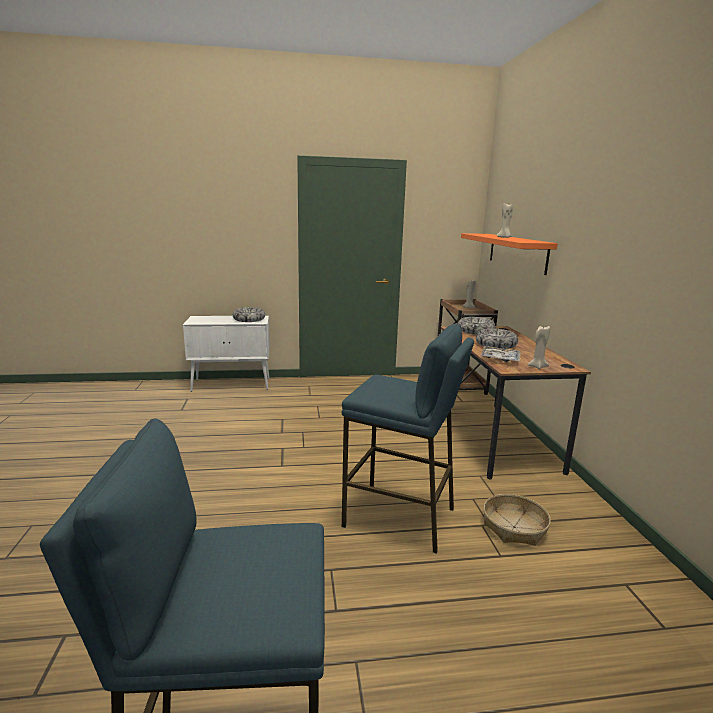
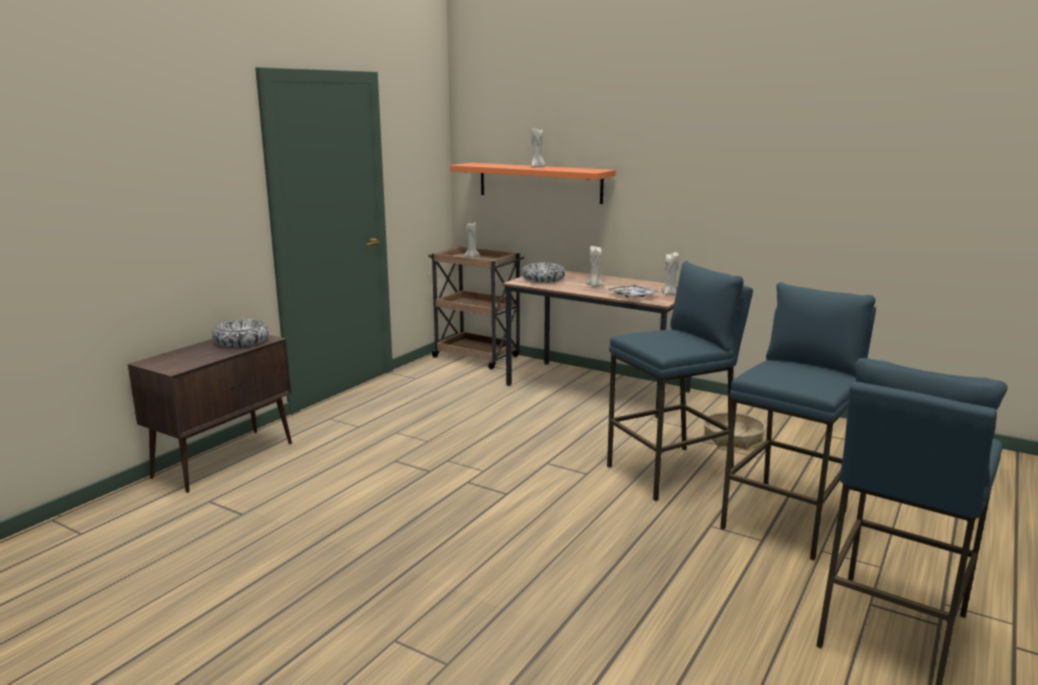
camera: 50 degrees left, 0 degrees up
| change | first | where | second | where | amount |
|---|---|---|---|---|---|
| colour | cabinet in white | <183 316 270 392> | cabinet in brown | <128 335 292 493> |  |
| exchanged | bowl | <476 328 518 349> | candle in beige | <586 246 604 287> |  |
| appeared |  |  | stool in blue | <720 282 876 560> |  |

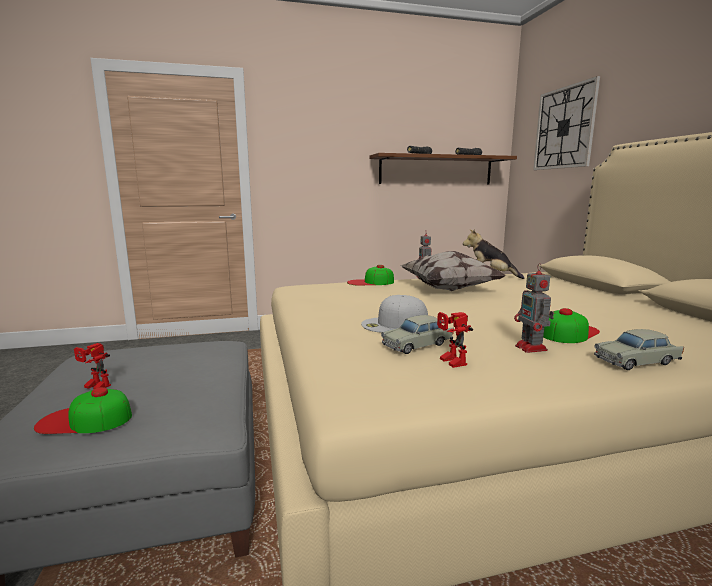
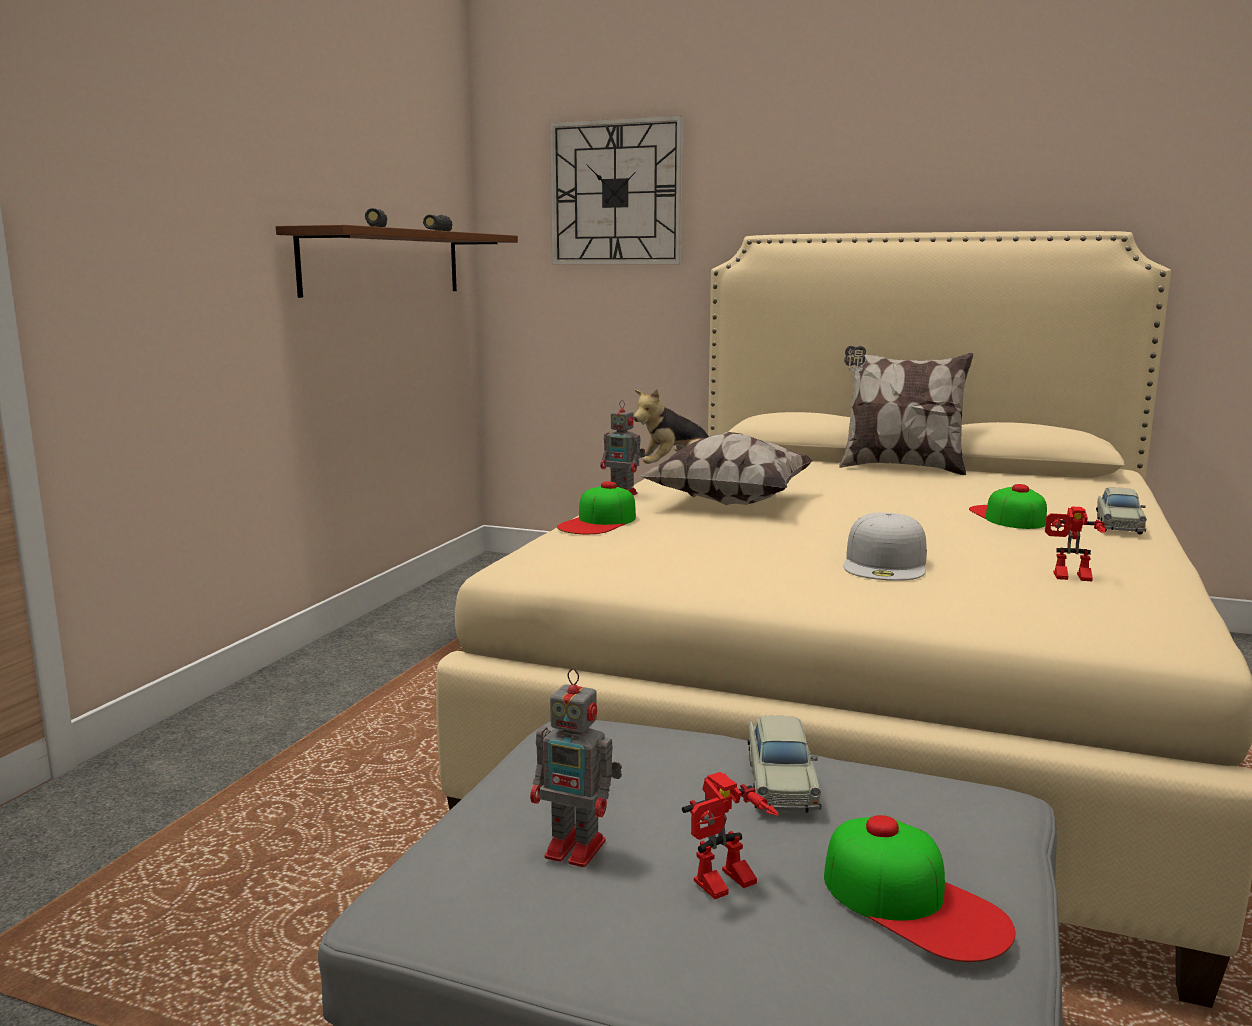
camera: 55 degrees left, 0 degrees up
| change | first | where | second | where | amount |
|---|---|---|---|---|---|
| relocated | toy robot | <514 263 554 353> |  | <530 668 622 867> |  |
| relocated | toy car in beige | <381 315 454 354> |  | <748 716 821 813> |  |
| spun | cap | <34 387 132 434> |  | <824 815 1015 962> | 75 degrees counterclockwise |
| appeared |  |  | pillow | <839 346 973 475> |  |

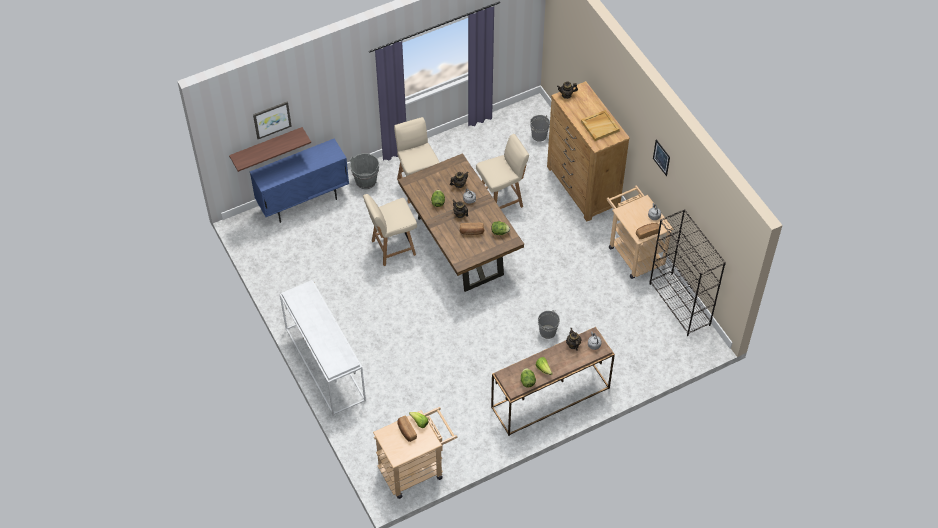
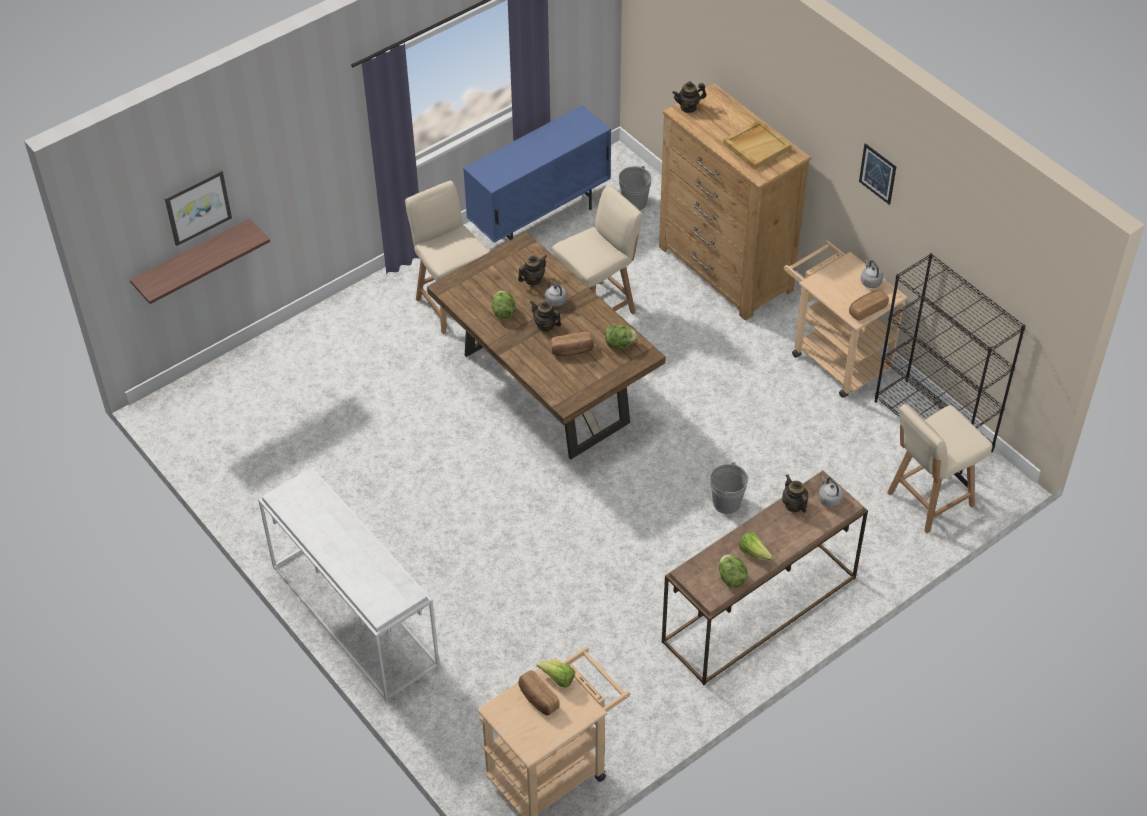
camera: 10 degrees left, 5 degrees down
| change | first | where | second | where | amount |
|---|---|---|---|---|---|
| relocated | cabinet in blue | <250 138 349 223> |  | <463 105 611 243> |  |
| relocated | chair in beige | <363 194 417 266> |  | <887 404 992 534> |  |
| missing | bucket in grey | <350 153 379 189> |  |  |  |

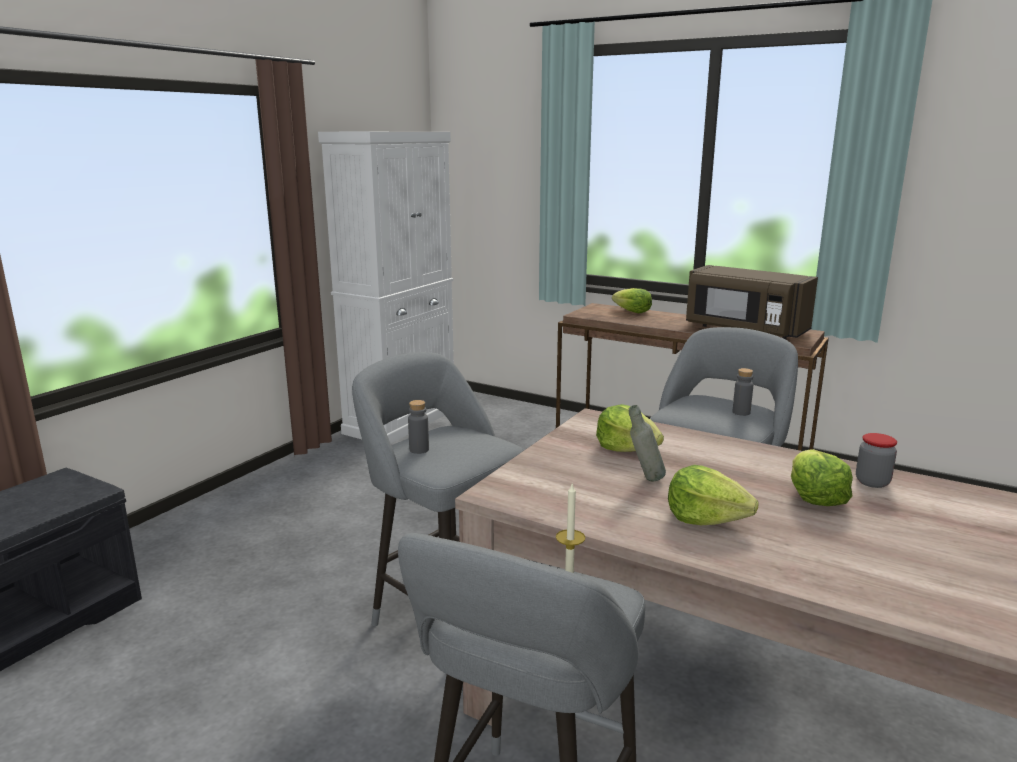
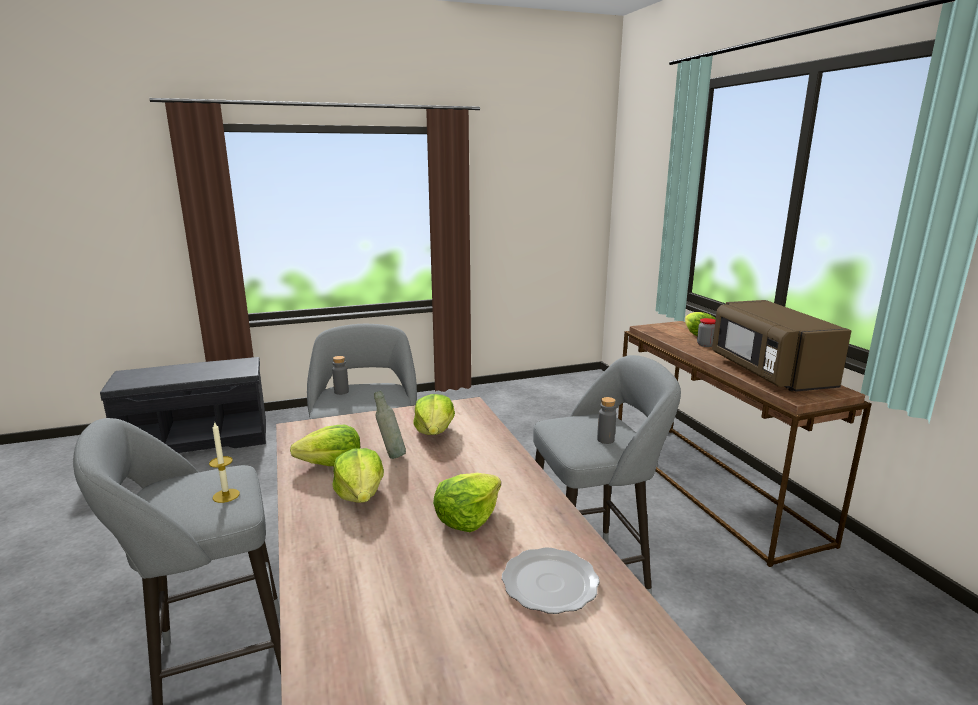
camera: 40 degrees right, 0 degrees up
| change | first | where | second | where | amount |
|---|---|---|---|---|---|
| appeared |  |  | lettuce | <290 425 360 466> |  |
| appeared |  |  | plate | <502 547 600 614> |  |
| relocated | jar | <856 433 897 488> |  | <697 318 716 347> |  |
| missing | cabinet in white | <318 132 454 444> |  |  |  |

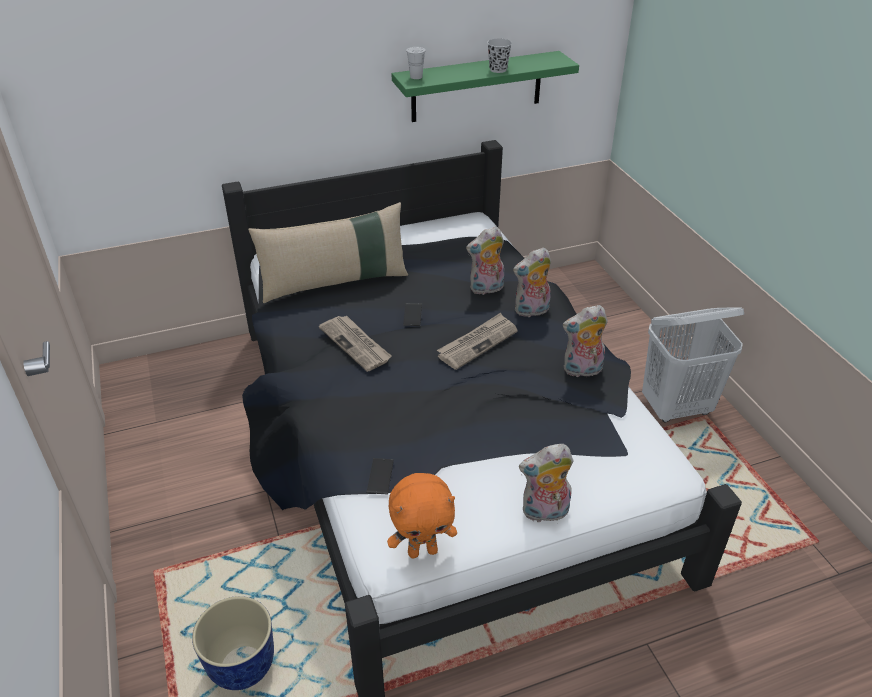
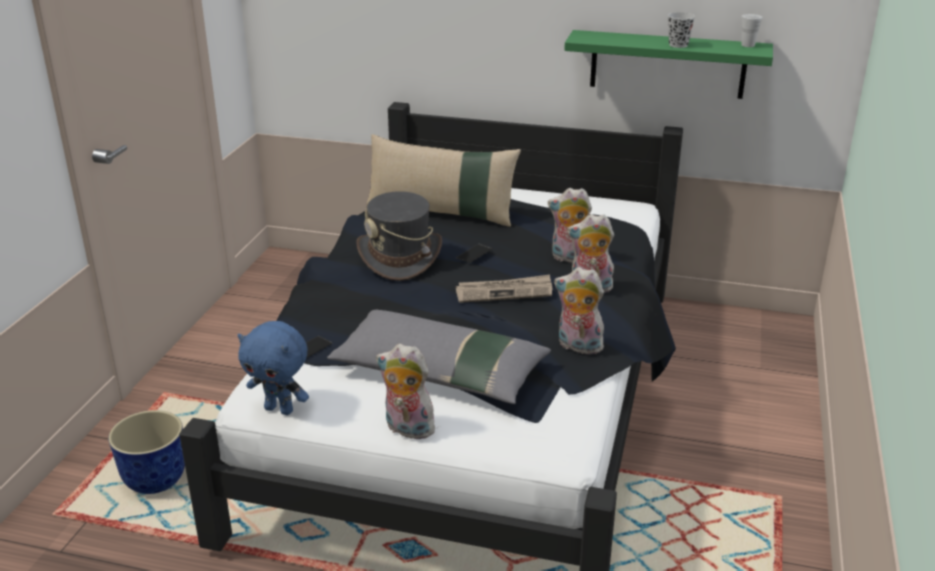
camera: 35 degrees right, 10 degrees down
| change | first | where | second | where | amount |
|---|---|---|---|---|---|
| colour | plush toy in orange | <387 473 457 558> | plush toy in blue | <238 321 309 415> |  |
| appeared |  |  | pillow in grey | <327 310 551 404> |  |
| exchanged | newspaper | <319 316 392 372> | hat in grey | <356 191 442 281> |  |
| relocated | cup in white | <406 47 426 79> |  | <741 14 763 47> |  |
| missing | laundry basket in white | <642 307 744 422> |  |  |  |

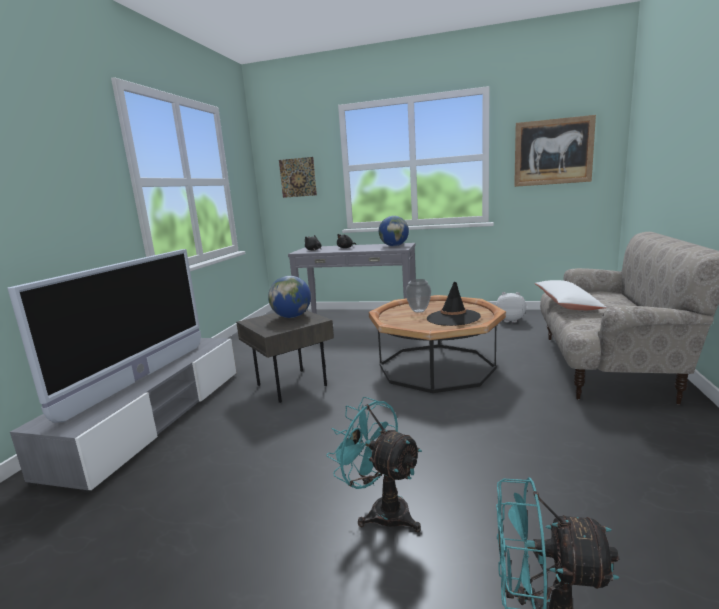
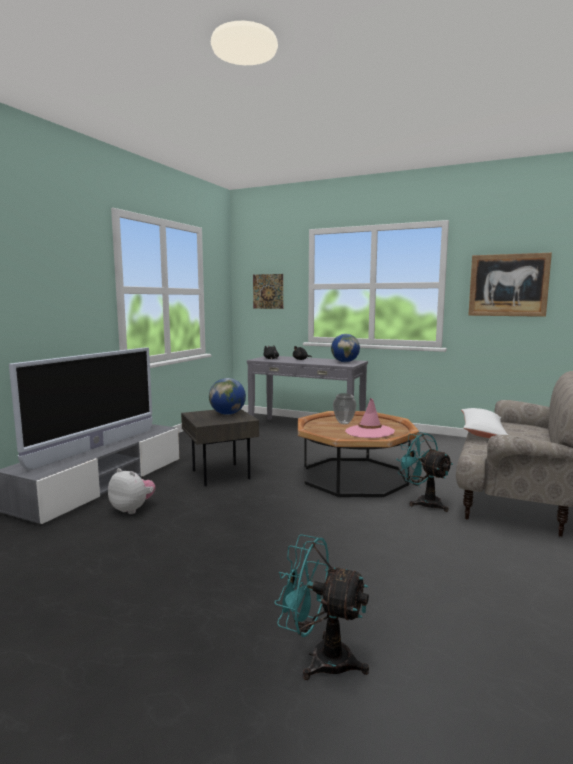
camera: 10 degrees right, 5 degrees down
| change | first | where | second | where | amount |
|---|---|---|---|---|---|
| relocated | plush toy | <496 292 526 323> |  | <108 468 156 514> |  |
| colour | hat in black | <427 281 481 326> | hat in pink | <345 398 395 438> |  |
| relocated | fan in turquoise | <327 397 422 532> |  | <396 432 453 512> |  |

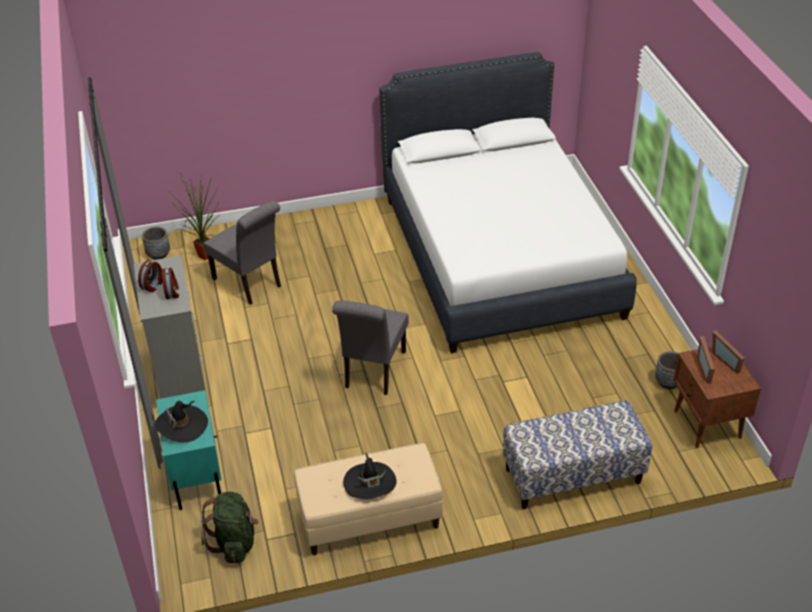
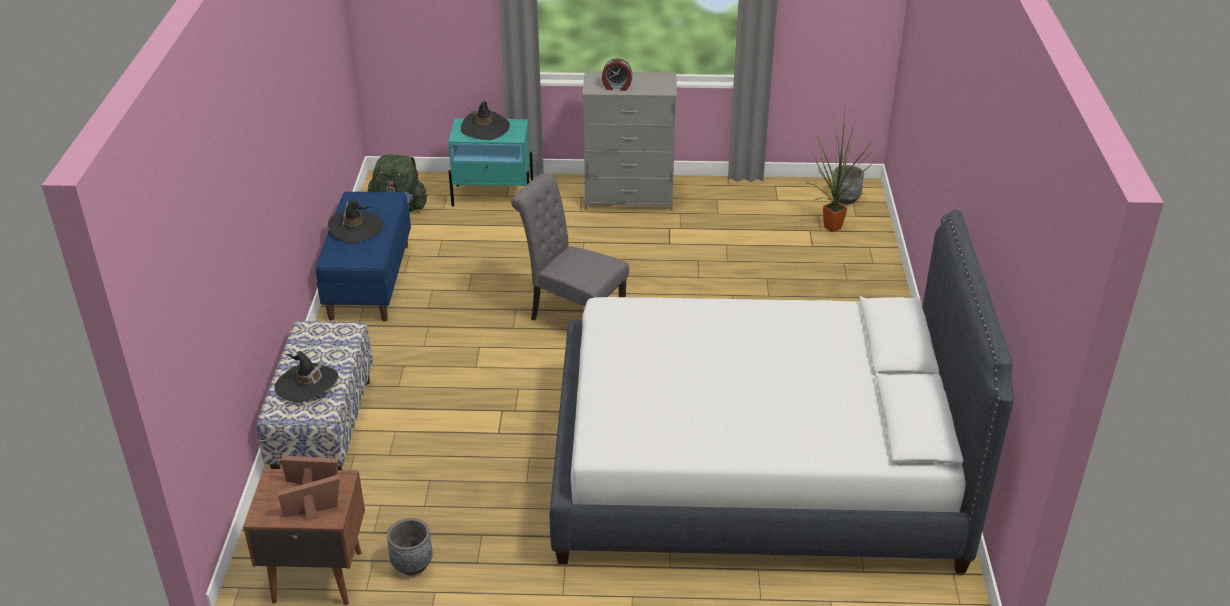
camera: 105 degrees right, 5 degrees down
| change | first | where | second | where | amount |
|---|---|---|---|---|---|
| appeared |  |  | hat in black | <275 351 338 402> |  |
| colour | bench in beige | <294 443 443 555> | bench in blue | <316 192 411 321> |  |
| missing | alarm clock | <138 260 163 292> |  |  |  |
| missing | chair in grey | <203 201 281 305> |  |  |  |

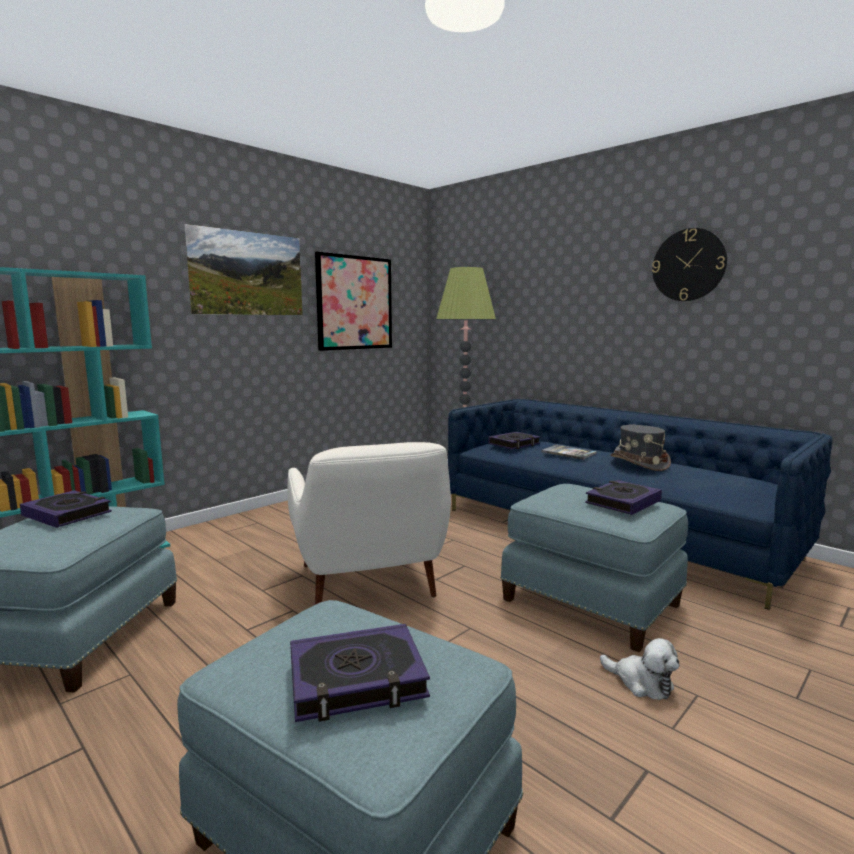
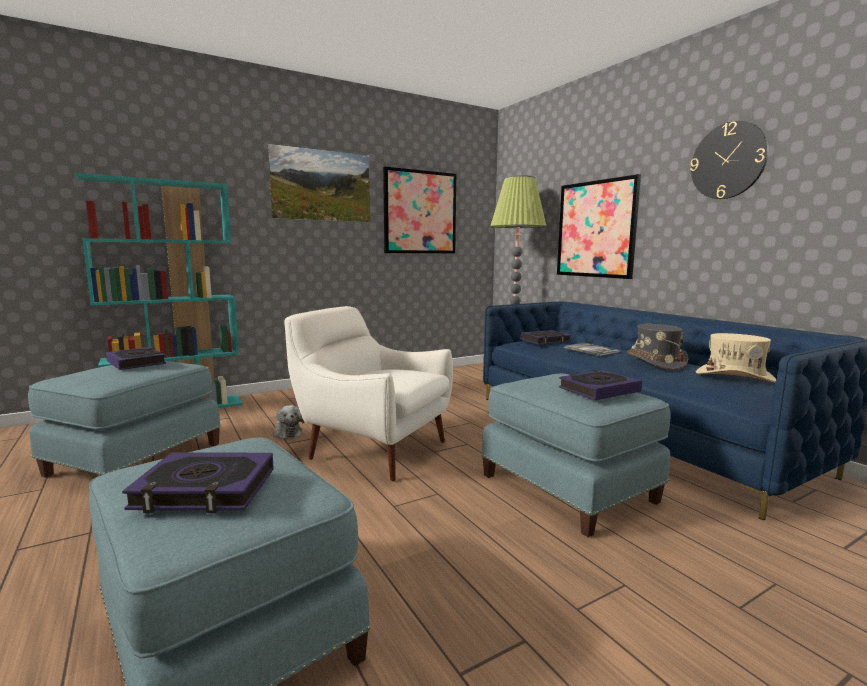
camera: 15 degrees right, 0 degrees up
| change | first | where | second | where | amount |
|---|---|---|---|---|---|
| relocated | plush toy | <600 638 679 700> |  | <273 405 304 439> |  |
| spun | armchair in white | <287 442 451 605> |  | <284 306 453 481> | 120 degrees clockwise |
| appeared |  |  | picture | <557 174 641 279> |  |
| appeared |  |  | hat in beige | <696 333 776 383> |  |

